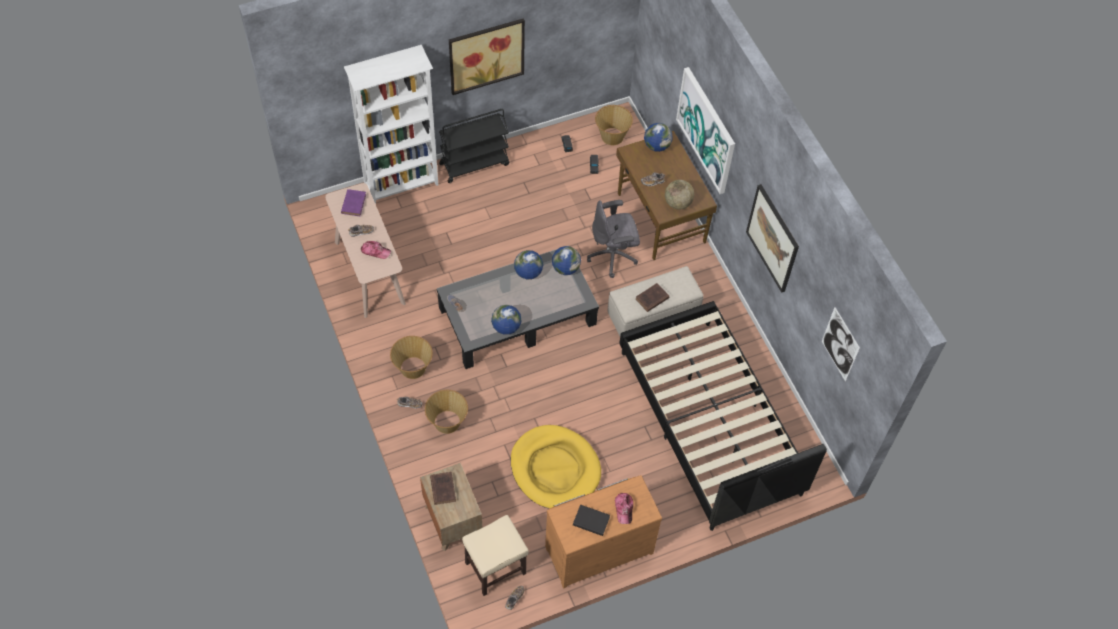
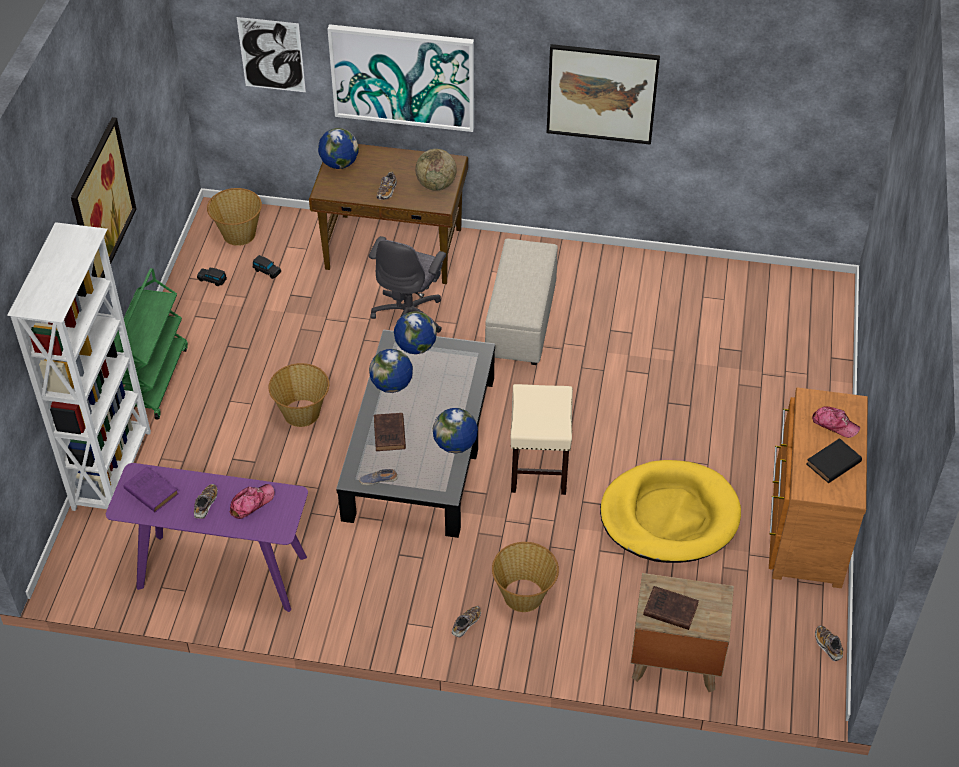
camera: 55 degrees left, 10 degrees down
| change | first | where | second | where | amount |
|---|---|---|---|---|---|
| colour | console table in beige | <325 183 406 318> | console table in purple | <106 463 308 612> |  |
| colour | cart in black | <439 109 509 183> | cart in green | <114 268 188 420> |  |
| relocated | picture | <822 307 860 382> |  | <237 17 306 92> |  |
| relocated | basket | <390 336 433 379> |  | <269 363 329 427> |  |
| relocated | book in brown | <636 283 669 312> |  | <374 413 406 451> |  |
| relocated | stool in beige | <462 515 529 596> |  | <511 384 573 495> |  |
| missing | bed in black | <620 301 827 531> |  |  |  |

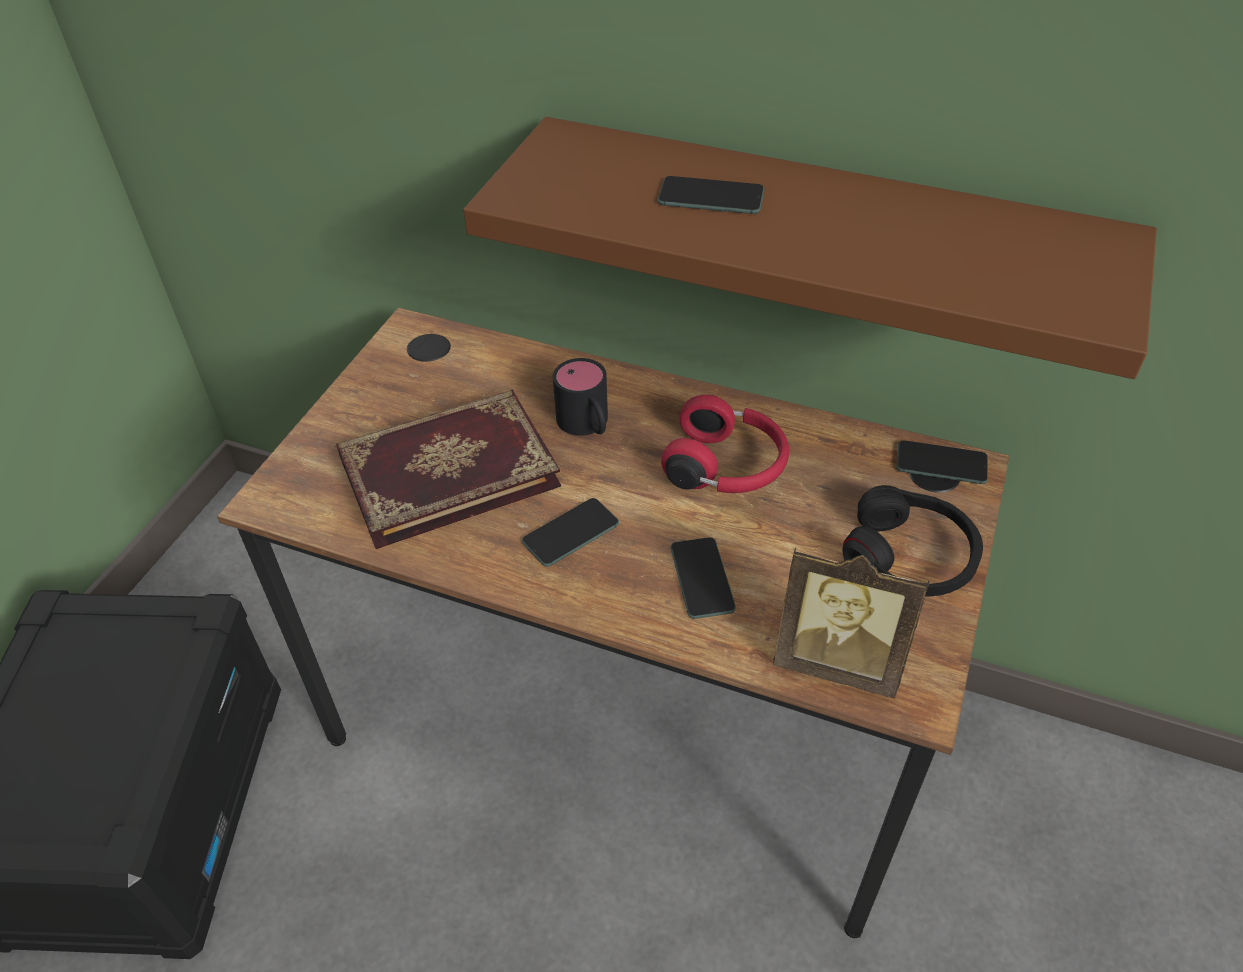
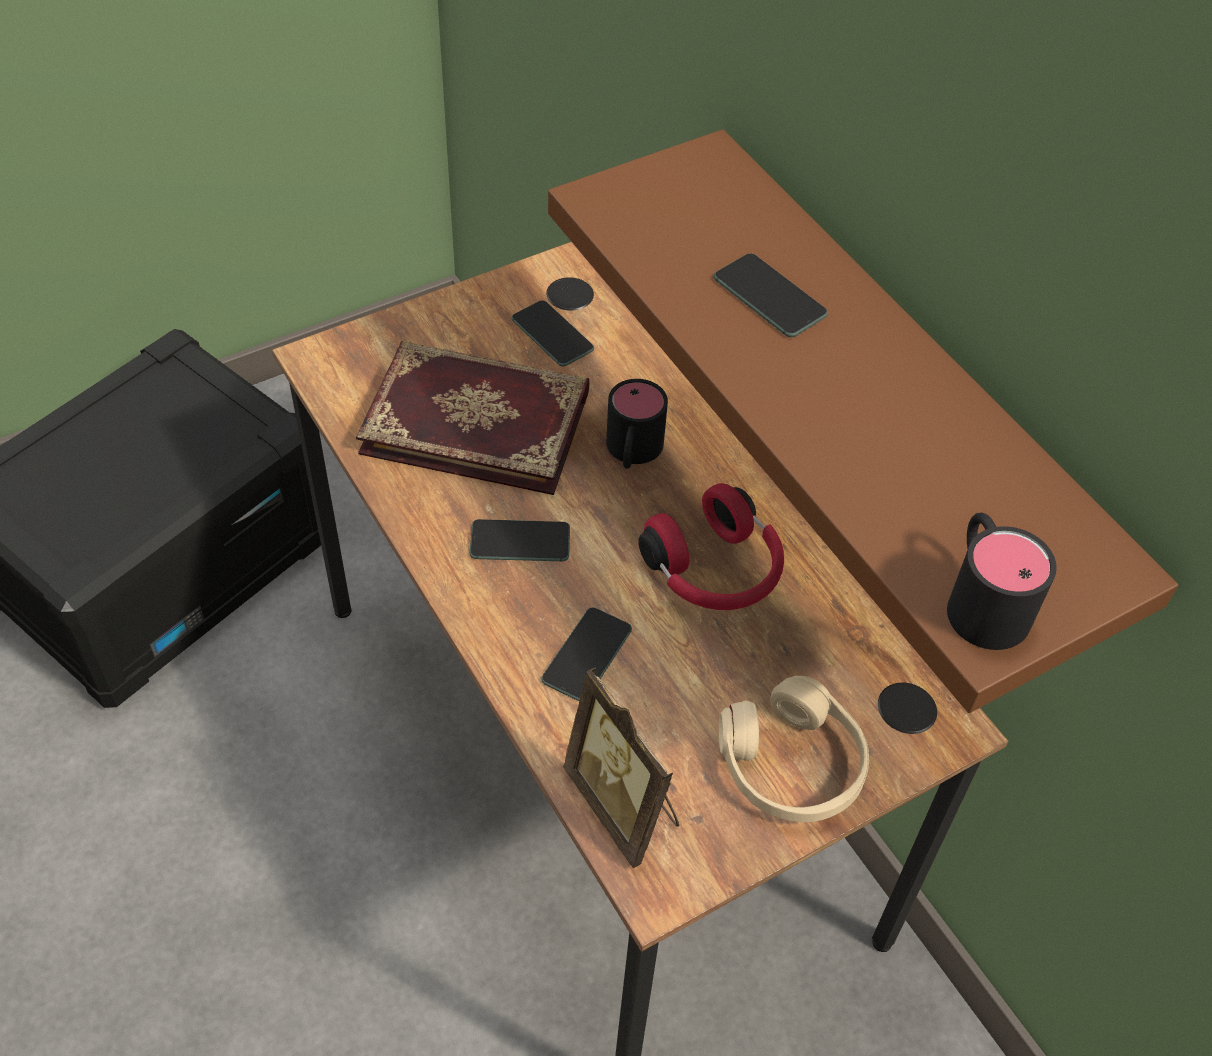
camera: 35 degrees right, 5 degrees up
| change | first | where | second | where | amount |
|---|---|---|---|---|---|
| relocated | phone | <897 440 988 484> |  | <511 300 594 367> |  |
| colour | headphones in black | <842 485 983 597> | headphones in beige | <719 676 869 822> |  |
| appeared |  |  | mug in black | <947 513 1057 650> |  |

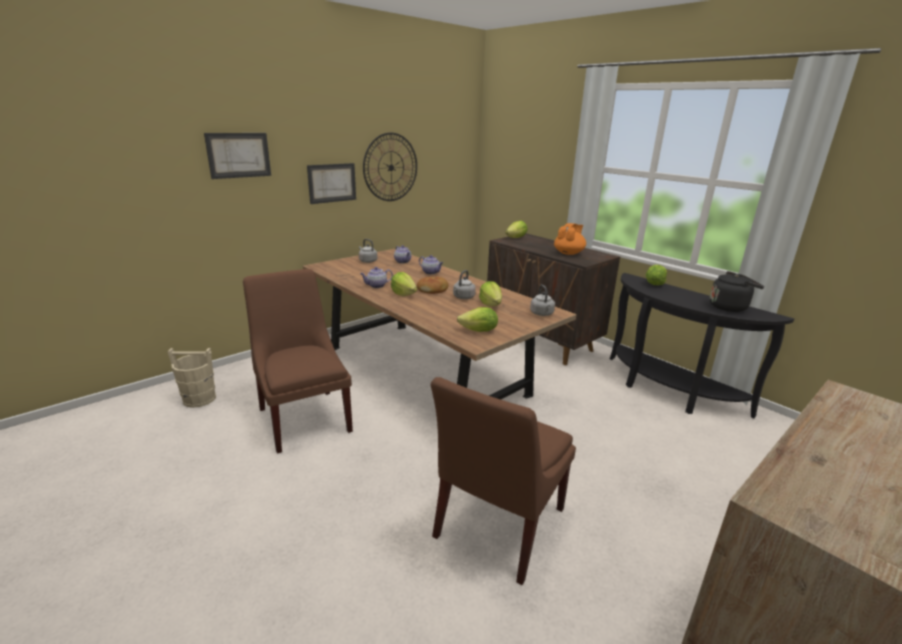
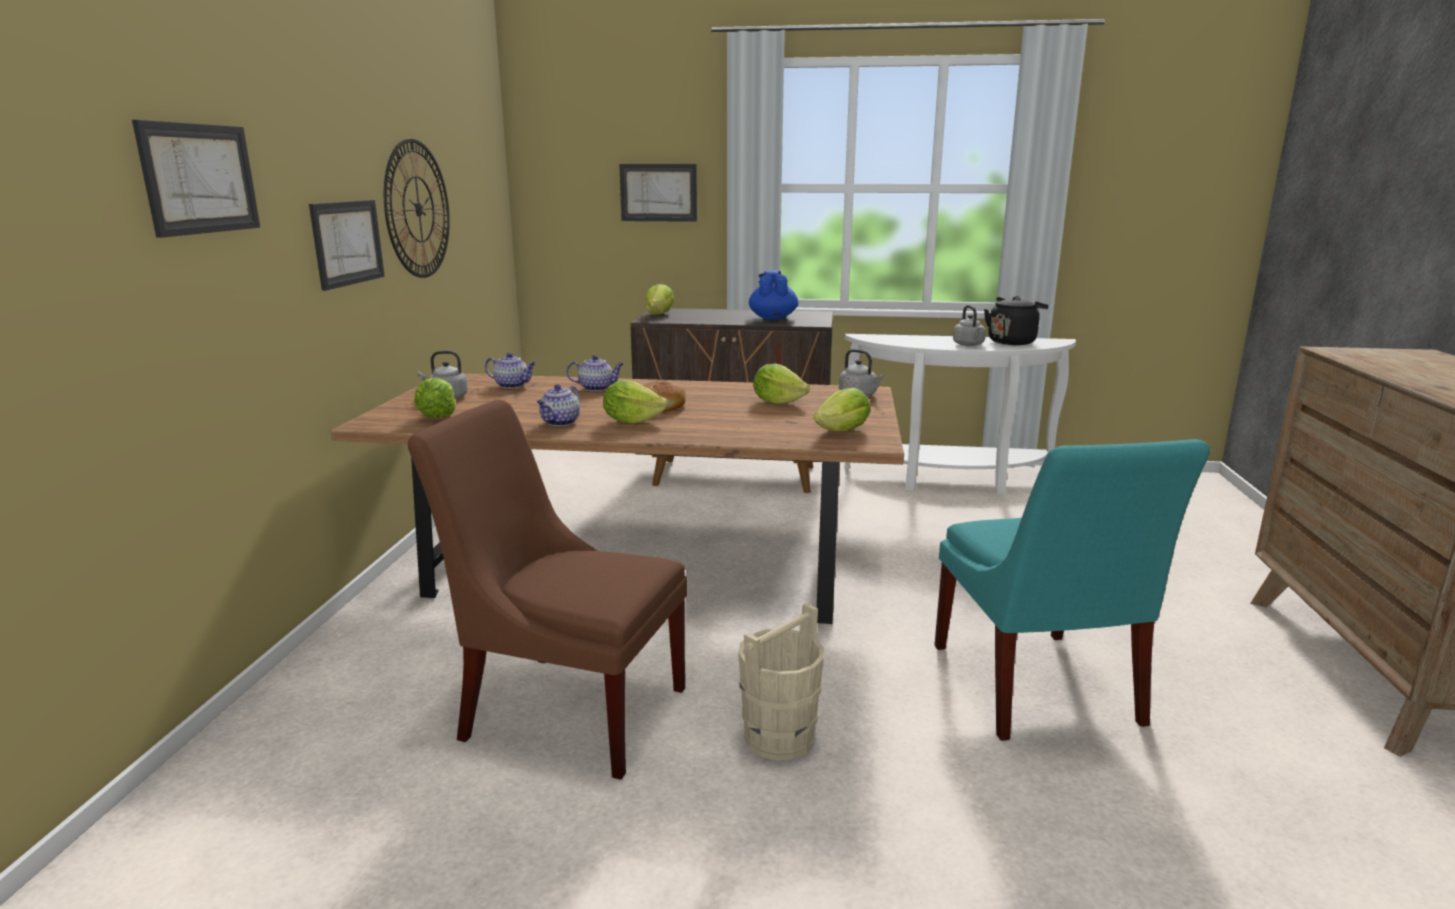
camera: 40 degrees left, 5 degrees down
| change | first | where | second | where | amount |
|---|---|---|---|---|---|
| relocated | lettuce | <646 265 667 285> |  | <414 378 456 418> |  |
| appeared |  |  | picture | <619 164 697 222> |  |
| relocated | bucket in beige | <168 348 216 408> |  | <738 603 824 761> |  |
| colour | teapot in orange | <554 223 586 255> | teapot in blue | <749 270 798 320> |  |
| colour | console table in black | <610 273 794 418> | console table in white | <844 334 1076 496> |  |
| colour | chair in brown | <430 377 576 585> | chair in turquoise | <935 439 1210 741> |  |
| relocated | kettle in grey | <453 270 476 299> |  | <953 305 986 346> |  |

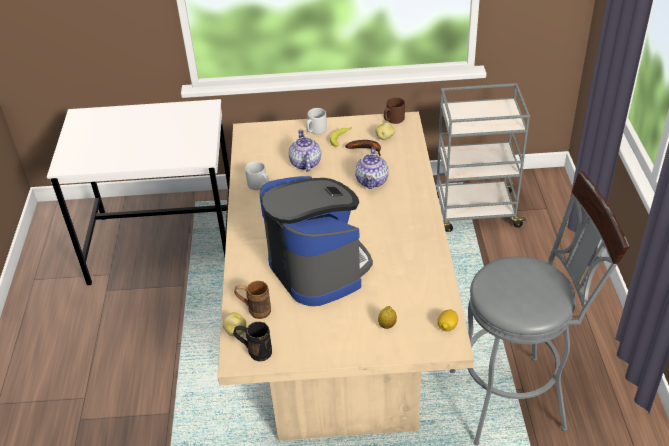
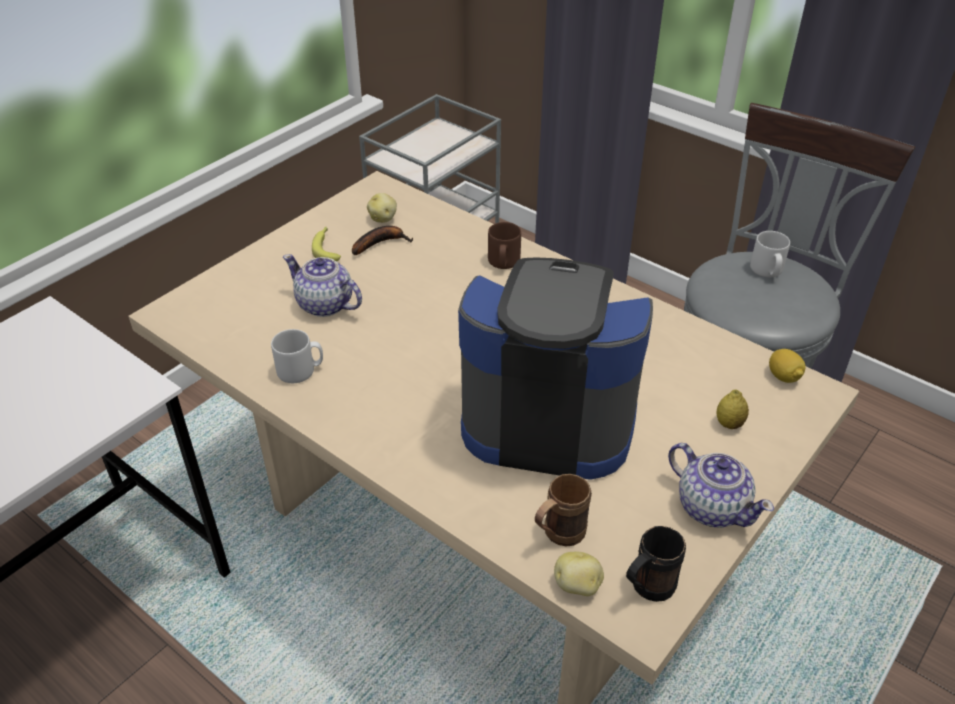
camera: 50 degrees left, 0 degrees up
| change | first | where | second | where | amount |
|---|---|---|---|---|---|
| relocated | mug in brown | <384 97 405 124> |  | <488 222 521 269> |  |
| relocated | teapot | <355 147 389 189> |  | <668 443 774 528> |  |
| relocated | mug in grey | <306 108 327 134> |  | <750 231 790 277> |  |

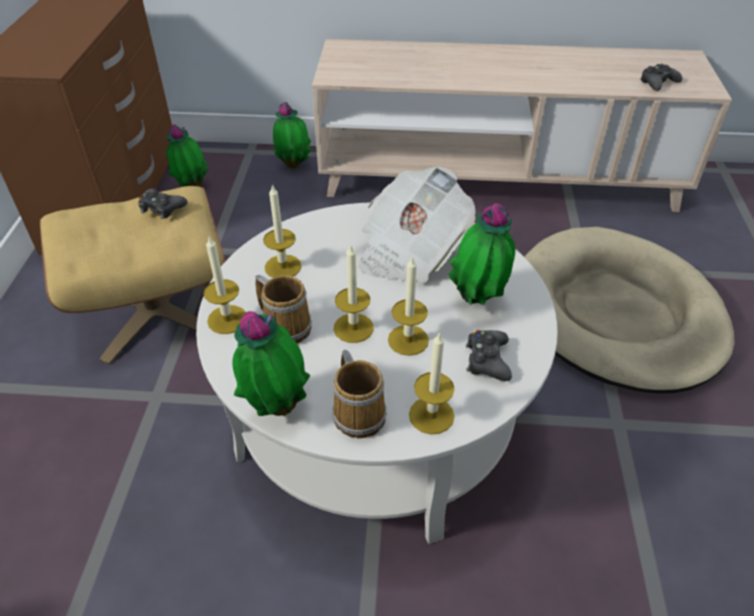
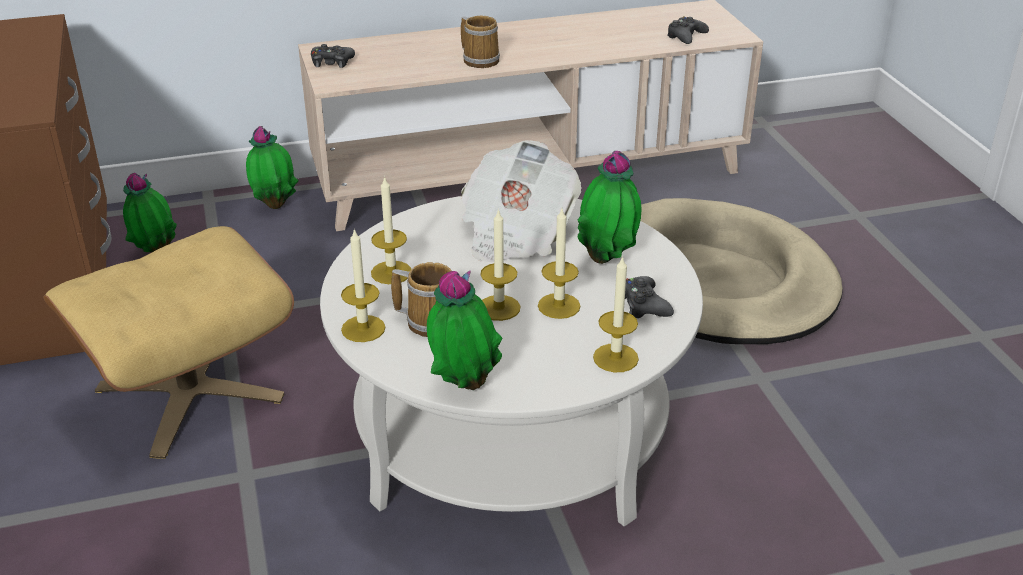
camera: 20 degrees left, 10 degrees down
| change | first | where | second | where | amount |
|---|---|---|---|---|---|
| relocated | game controller in black | <138 189 188 219> |  | <311 44 355 68> |  |
| relocated | mug | <333 350 387 438> |  | <461 16 500 68> |  |

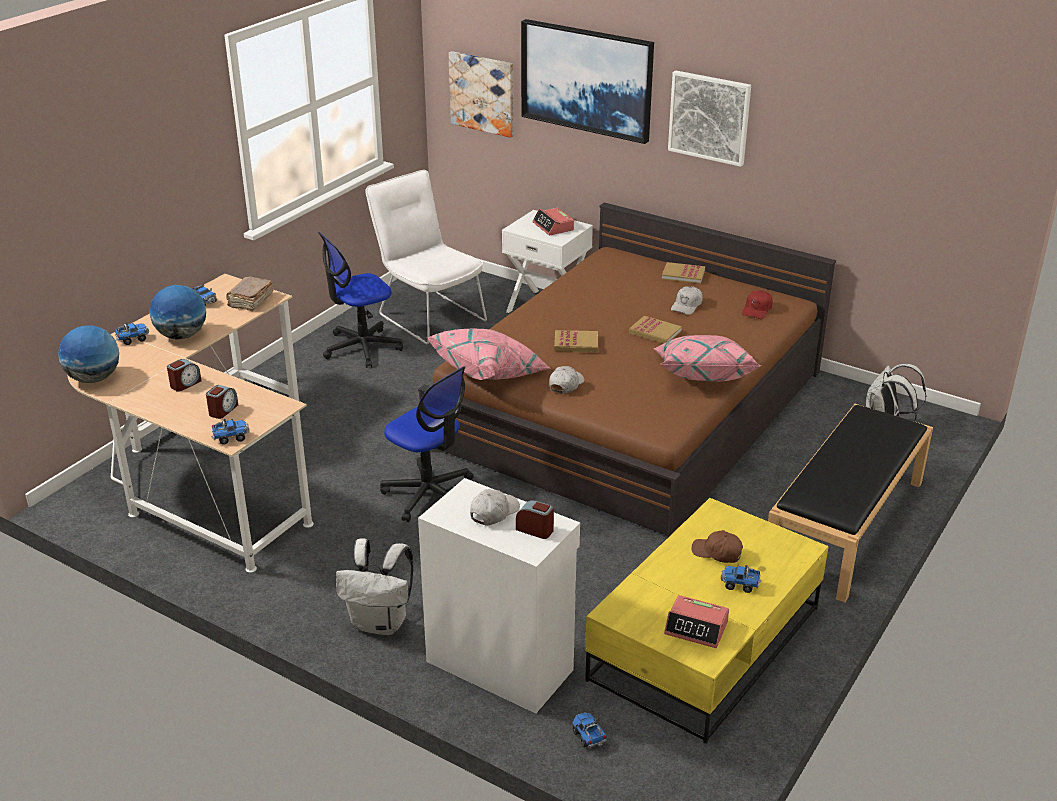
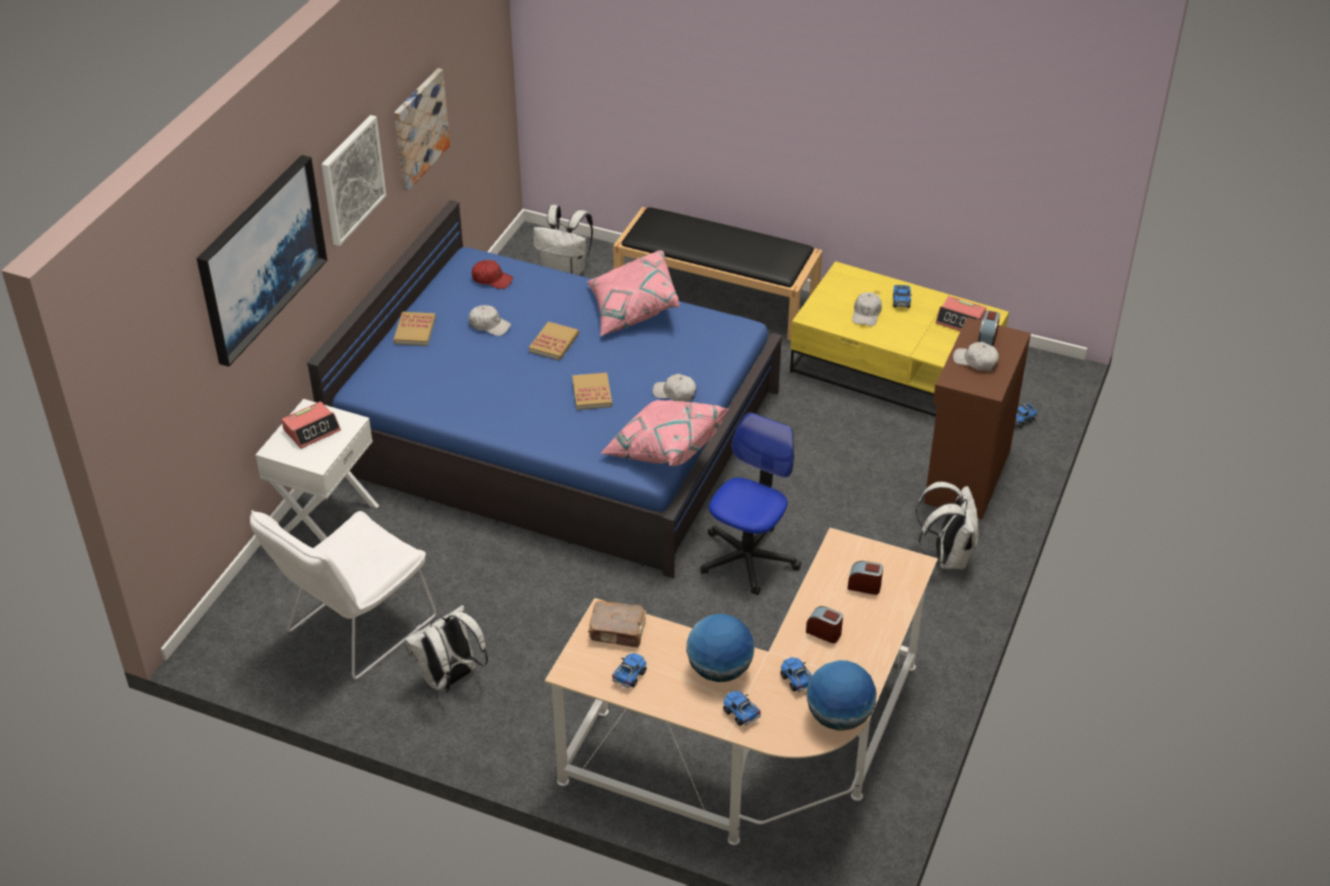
camera: 100 degrees left, 10 degrees up
| change | first | where | second | where | amount |
|---|---|---|---|---|---|
| colour | bed in brown | <418 202 836 538> | bed in blue | <307 200 782 578> |  |
| relocated | picture | <448 51 514 138> |  | <394 68 450 191> |  |
| exchanged | office chair | <318 232 403 368> | backpack in white | <404 605 488 693> |  |
| relocated | toy truck | <211 419 249 445> |  | <780 657 812 692> |  |
| colour | cap in brown | <692 530 743 563> | cap in white | <852 292 882 326> |  |
| colour | cabinet in white | <418 478 580 714> | cabinet in brown | <924 317 1031 519> |  |
| spun | alarm clock | <664 595 729 648> |  | <935 296 986 331> | 105 degrees clockwise |

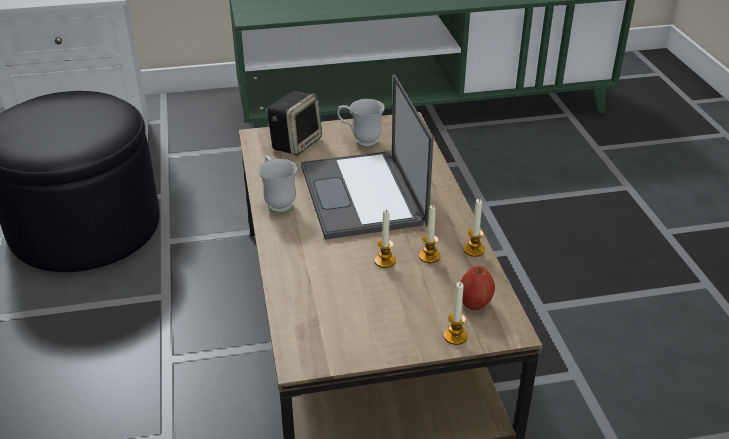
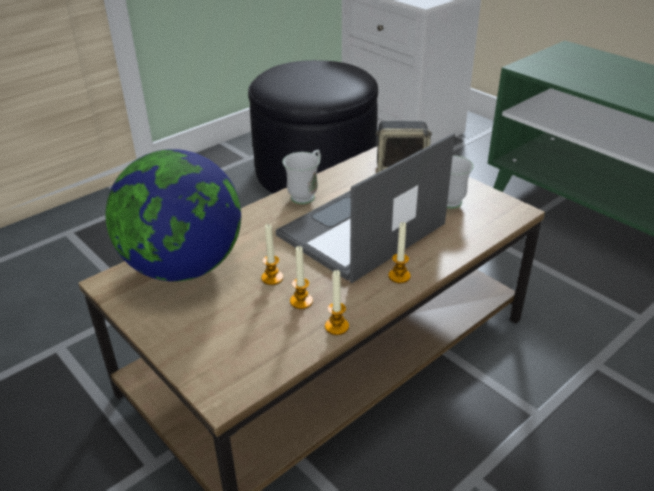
camera: 60 degrees right, 0 degrees up
| change | first | where | second | where | amount |
|---|---|---|---|---|---|
| appeared |  |  | globe | <106 149 241 282> |  |
| relocated | candle | <443 282 467 345> |  | <388 222 411 283> |  |
| missing | apple | <460 266 495 310> |  |  |  |

